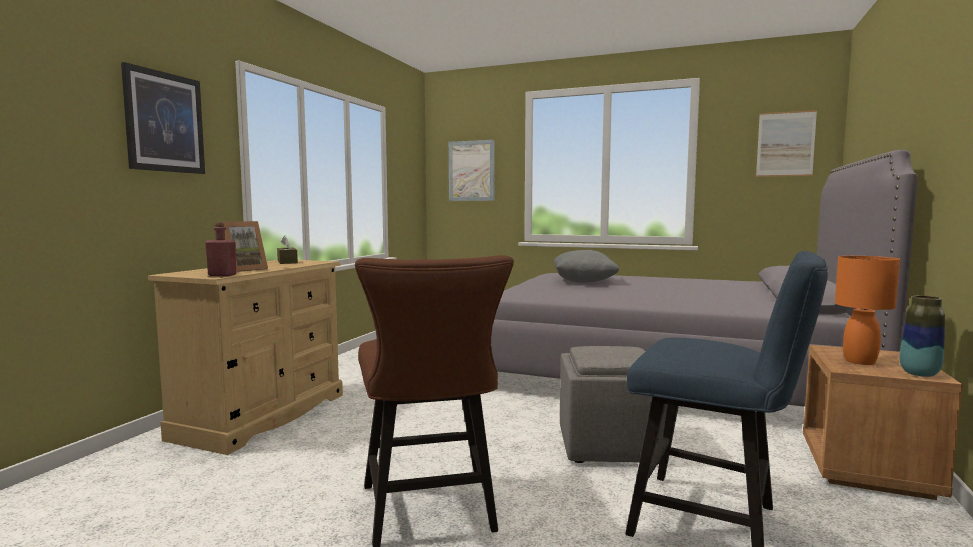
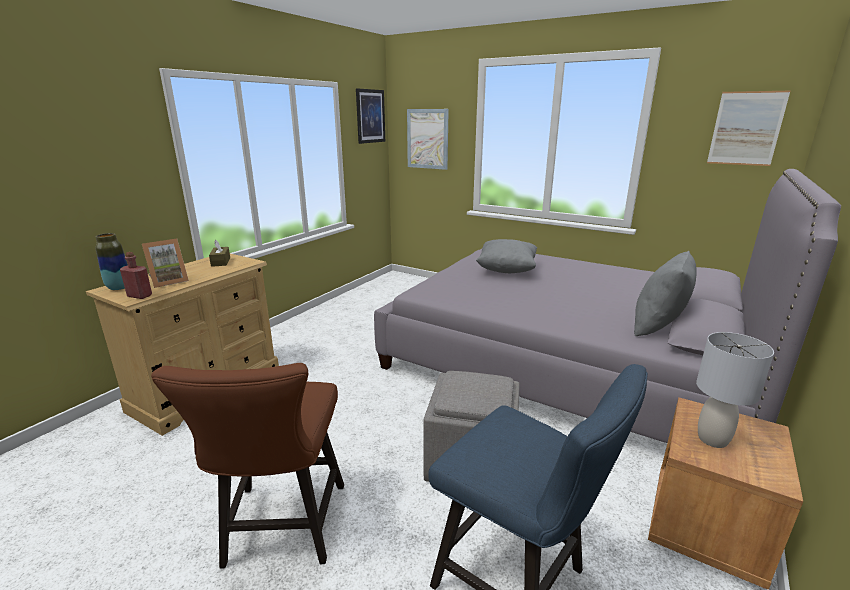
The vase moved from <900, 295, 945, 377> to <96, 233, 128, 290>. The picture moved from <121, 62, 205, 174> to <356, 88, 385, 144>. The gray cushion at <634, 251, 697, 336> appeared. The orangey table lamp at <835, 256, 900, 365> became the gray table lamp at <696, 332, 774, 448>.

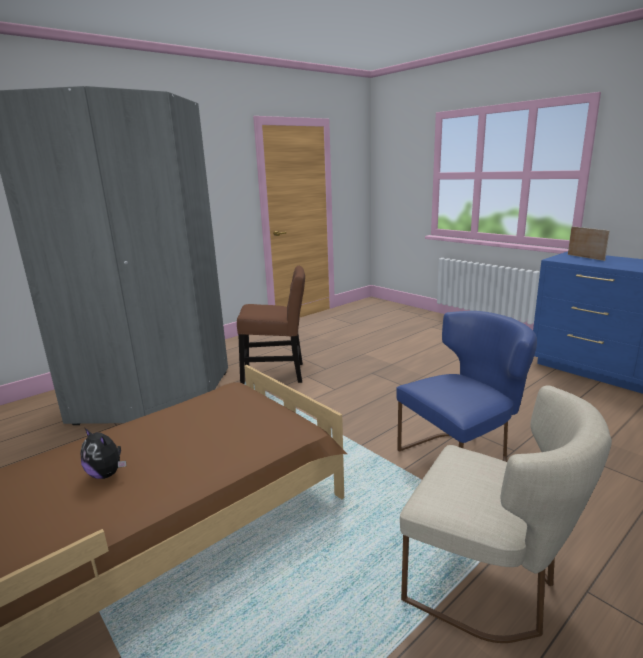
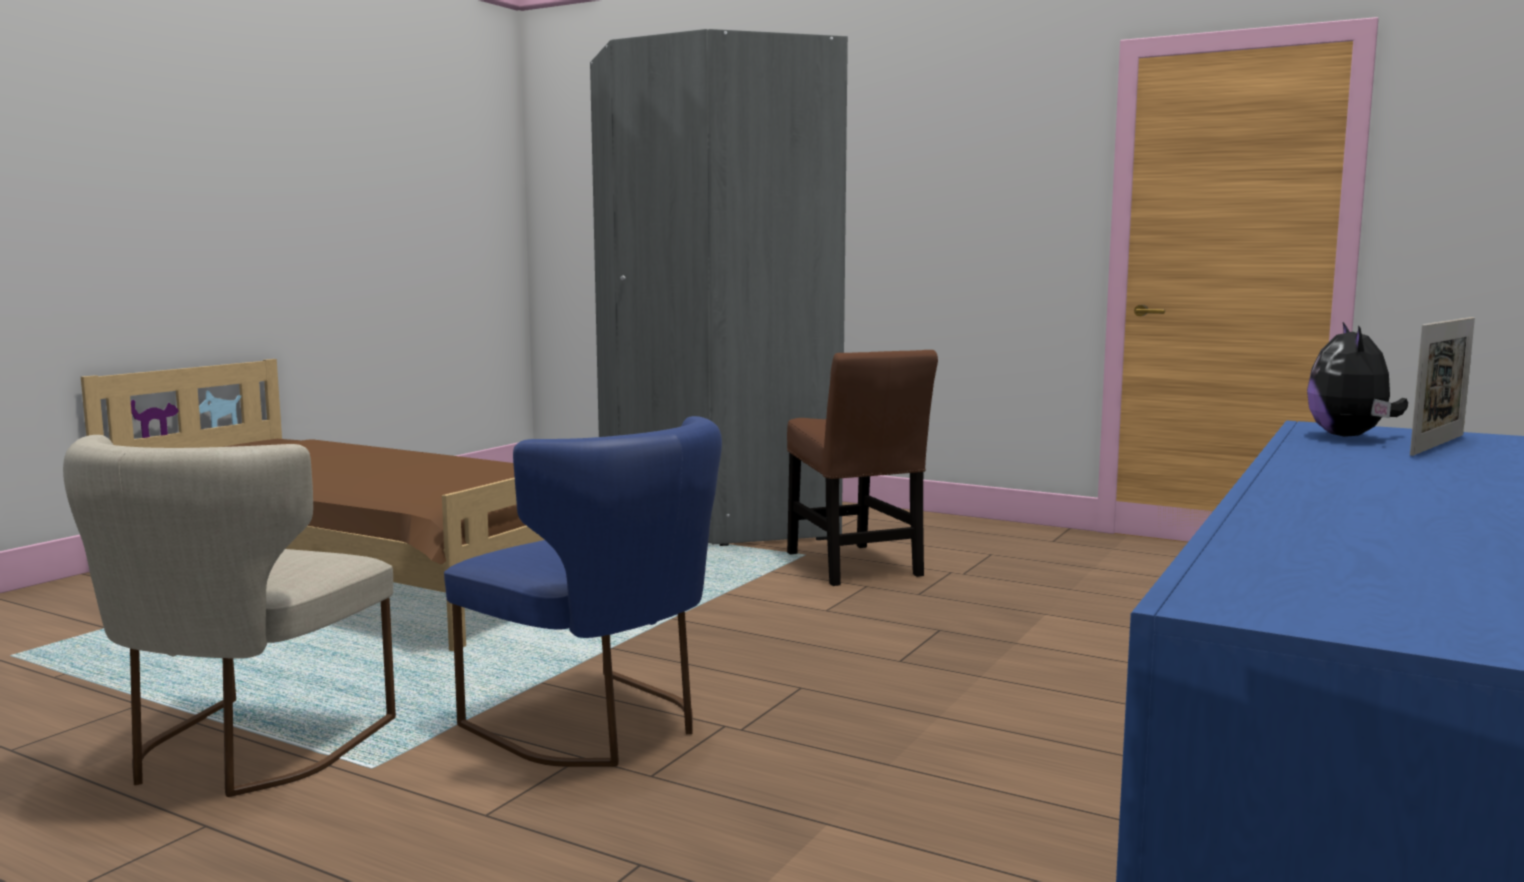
The cuddly toy moved from <81, 428, 126, 479> to <1307, 322, 1408, 437>.

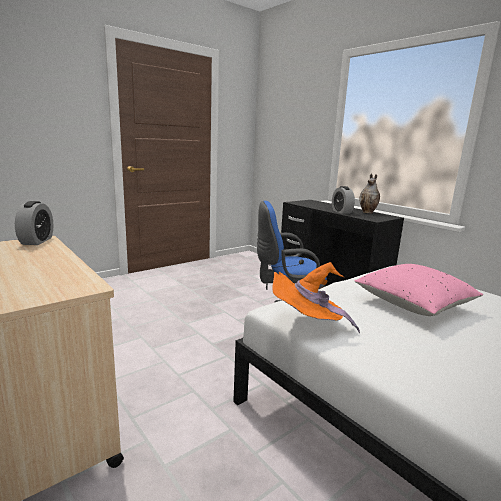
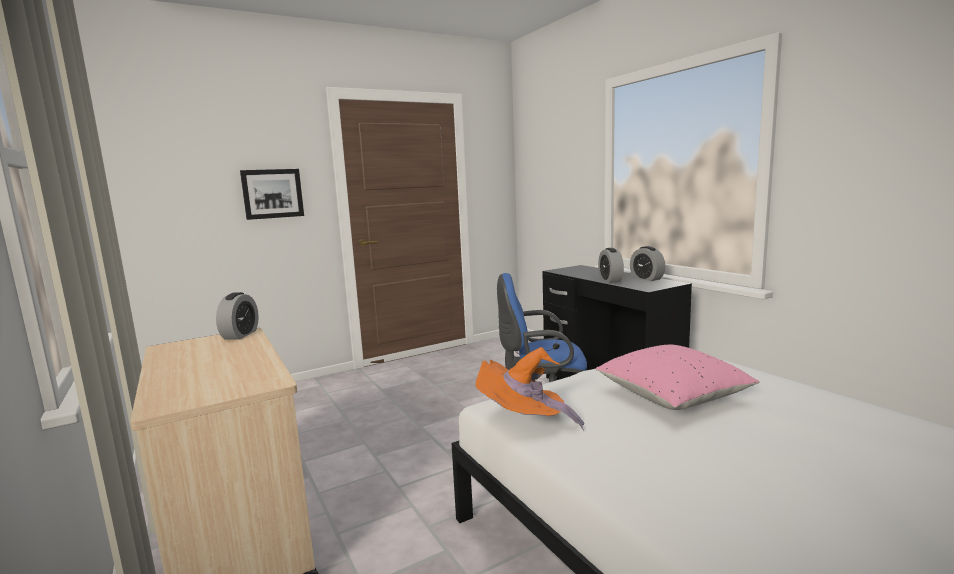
The picture at <240, 169, 304, 220> appeared. The vase at <359, 173, 380, 213> was replaced by the alarm clock at <630, 246, 665, 281>.

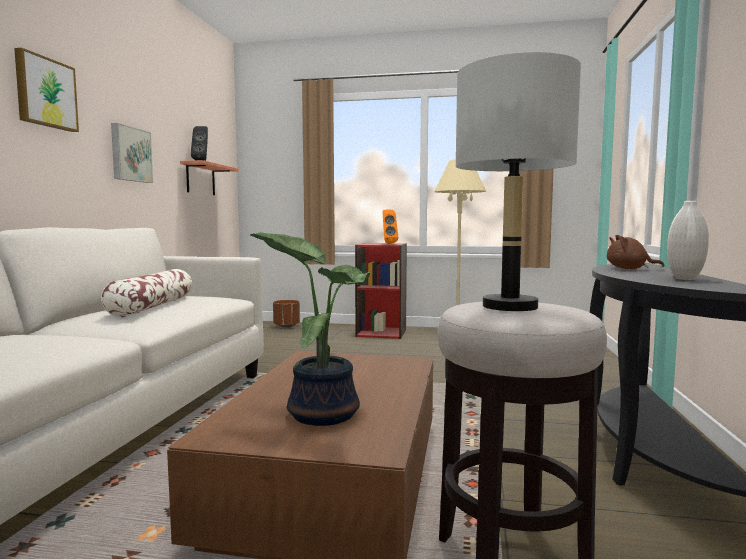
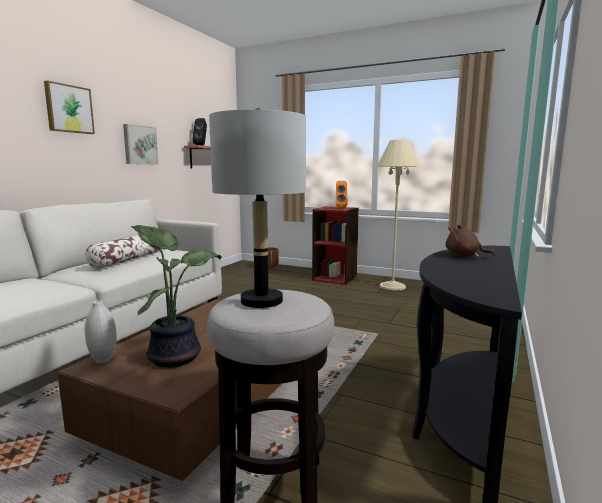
The white vase moved from <667, 201, 709, 280> to <85, 300, 117, 363>.

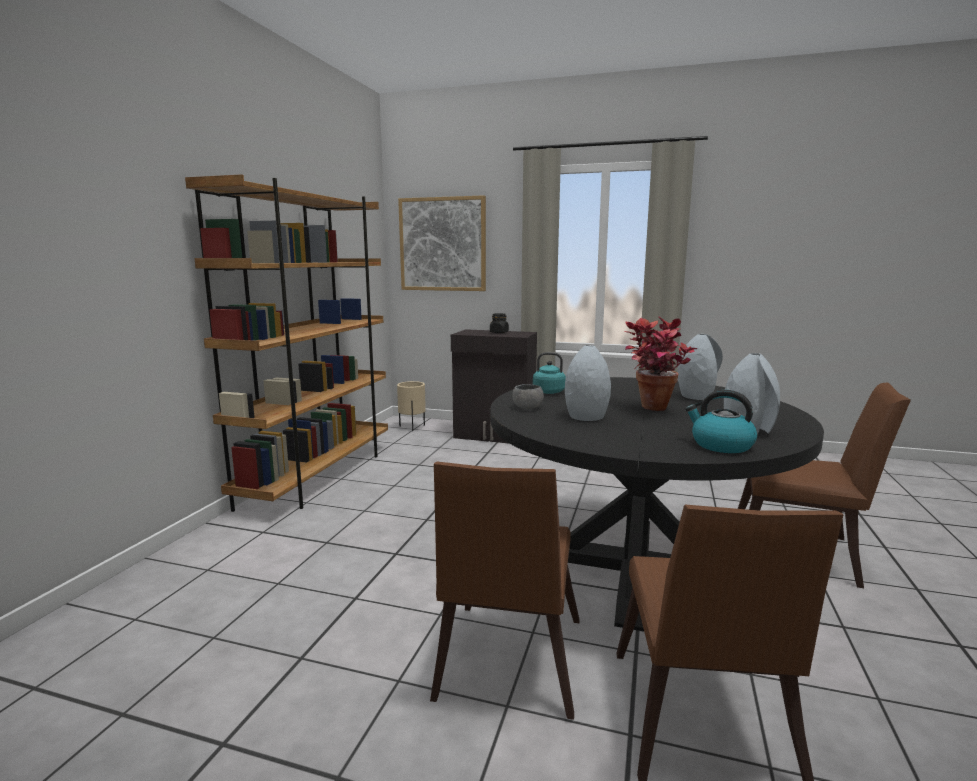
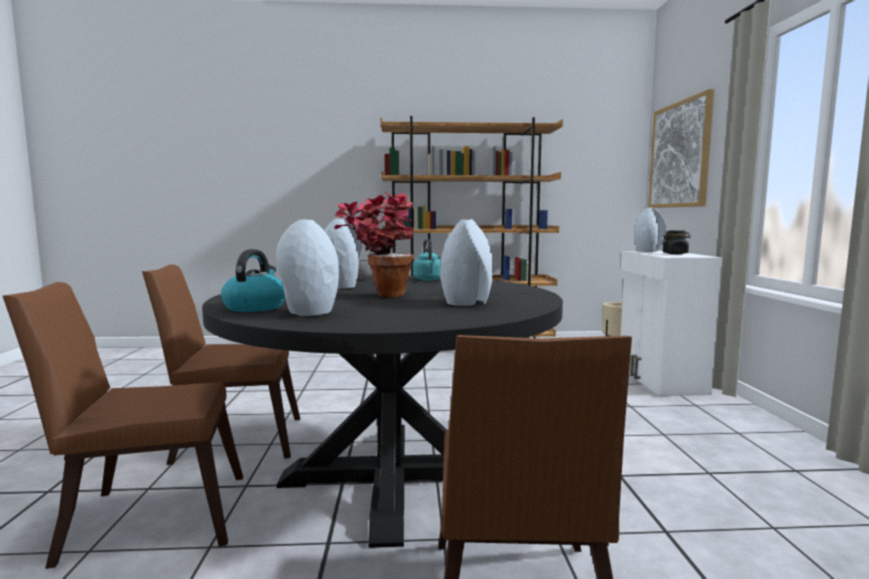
The blackish storage cabinet at <451, 329, 537, 443> became the white storage cabinet at <621, 251, 722, 396>. The gray vase at <634, 207, 666, 252> appeared.

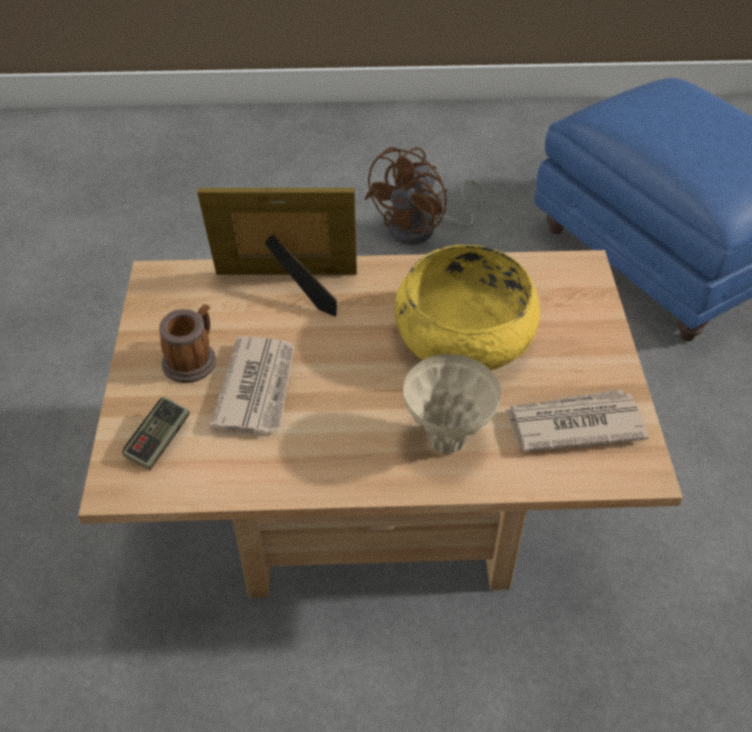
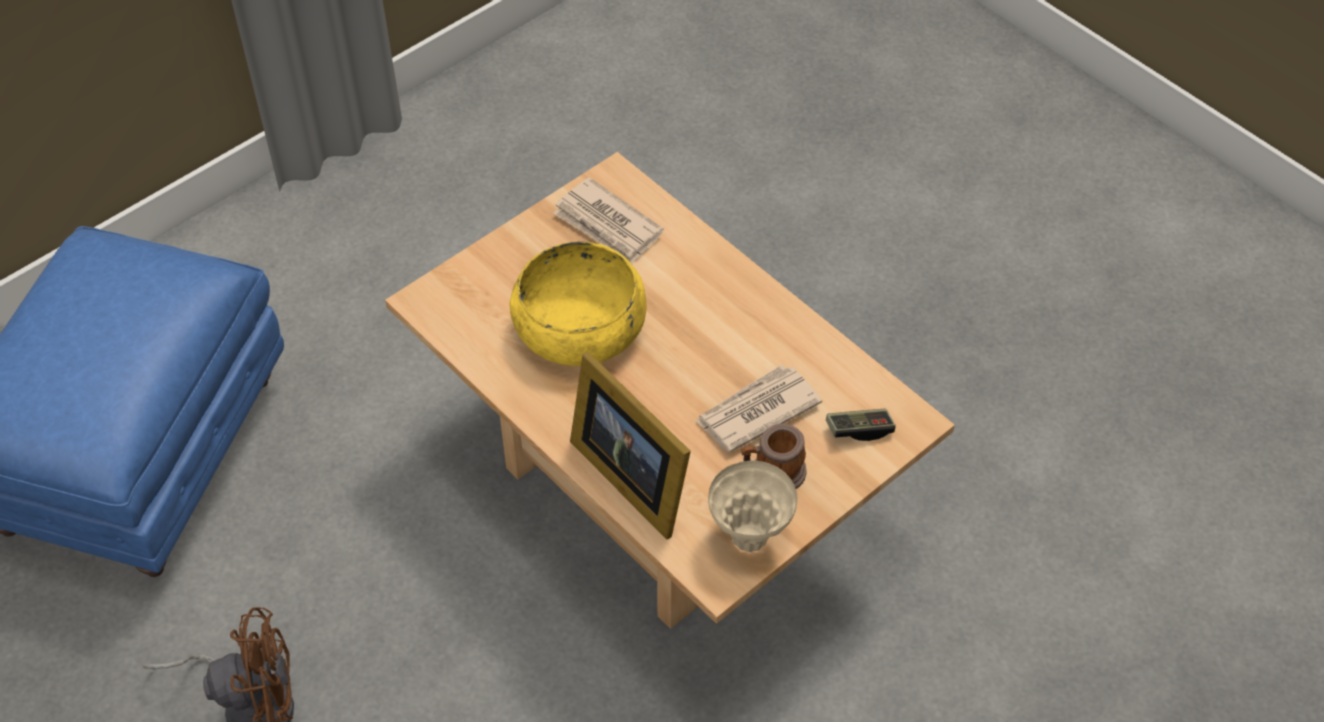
The beige-coloured vase moved from <403, 354, 501, 454> to <708, 460, 797, 552>.

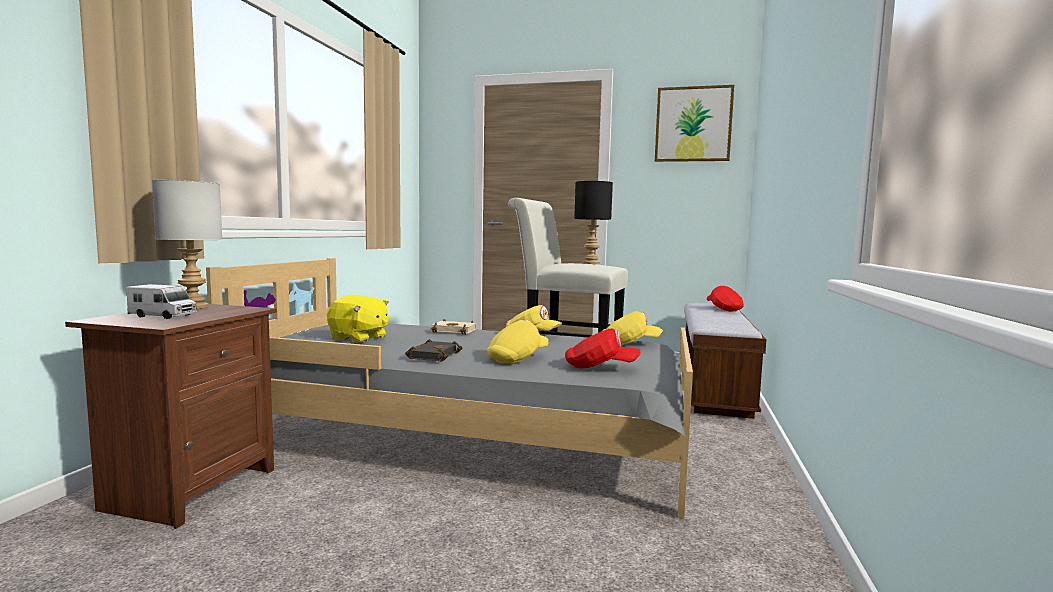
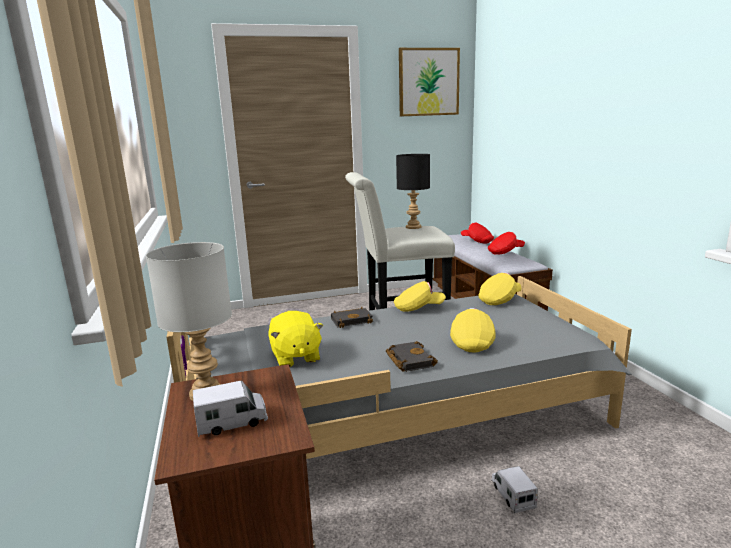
The yellowish cuddly toy at <327, 295, 389, 343> turned 75 degrees clockwise. The beige-coloured book at <431, 319, 476, 334> became the blackish book at <331, 307, 373, 328>. The reddish baseball cap moved from <565, 328, 641, 368> to <488, 232, 525, 255>. The toy lorry at <491, 466, 538, 513> appeared.

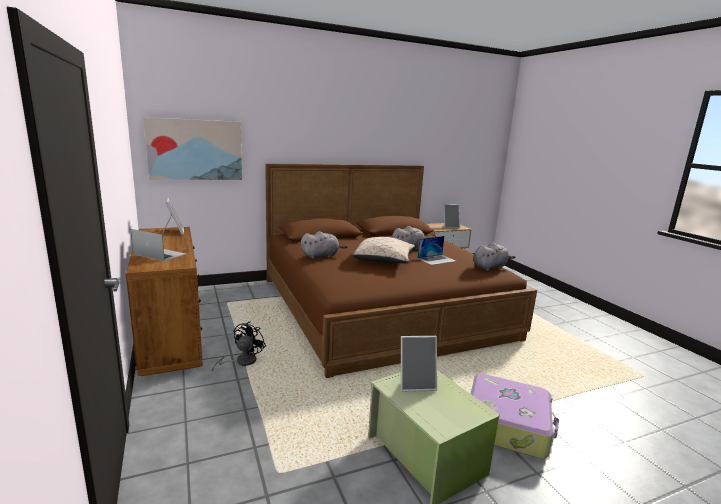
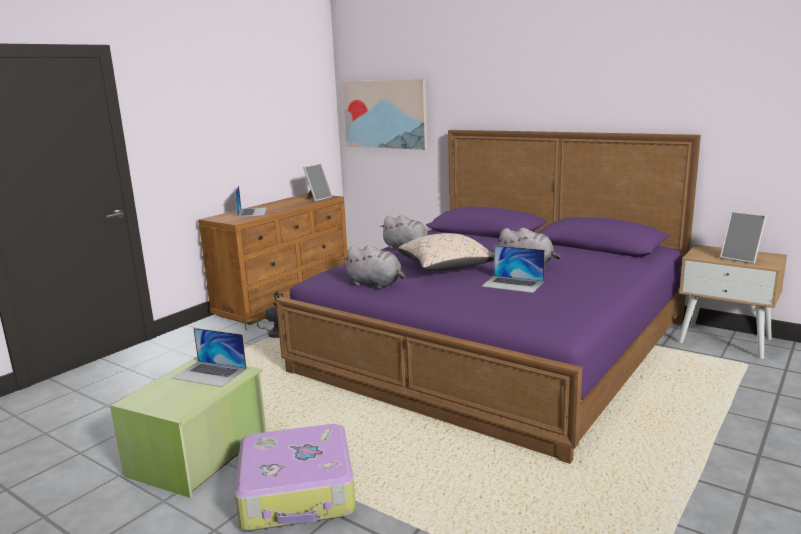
The standing frame at <401, 336, 437, 392> was replaced by the laptop at <172, 328, 247, 387>. The brownish bedroom bed at <265, 163, 537, 378> became the purplish bedroom bed at <276, 130, 701, 464>. The gray cuddly toy moved from <473, 243, 516, 271> to <343, 245, 405, 289>.

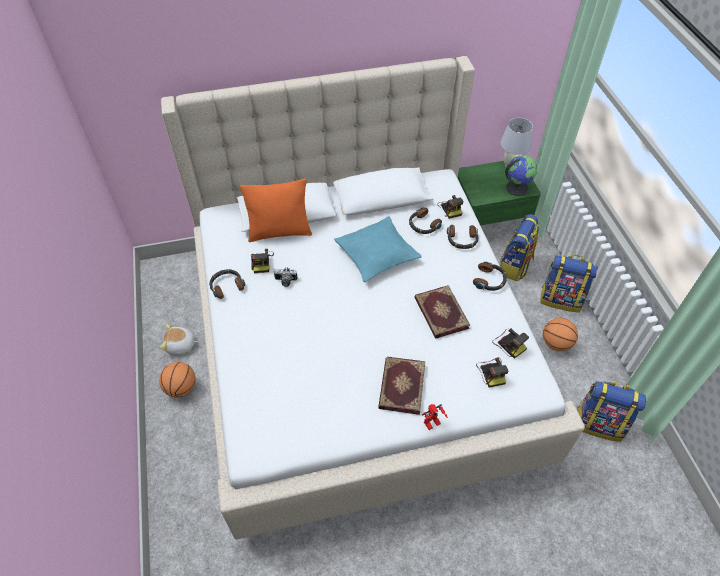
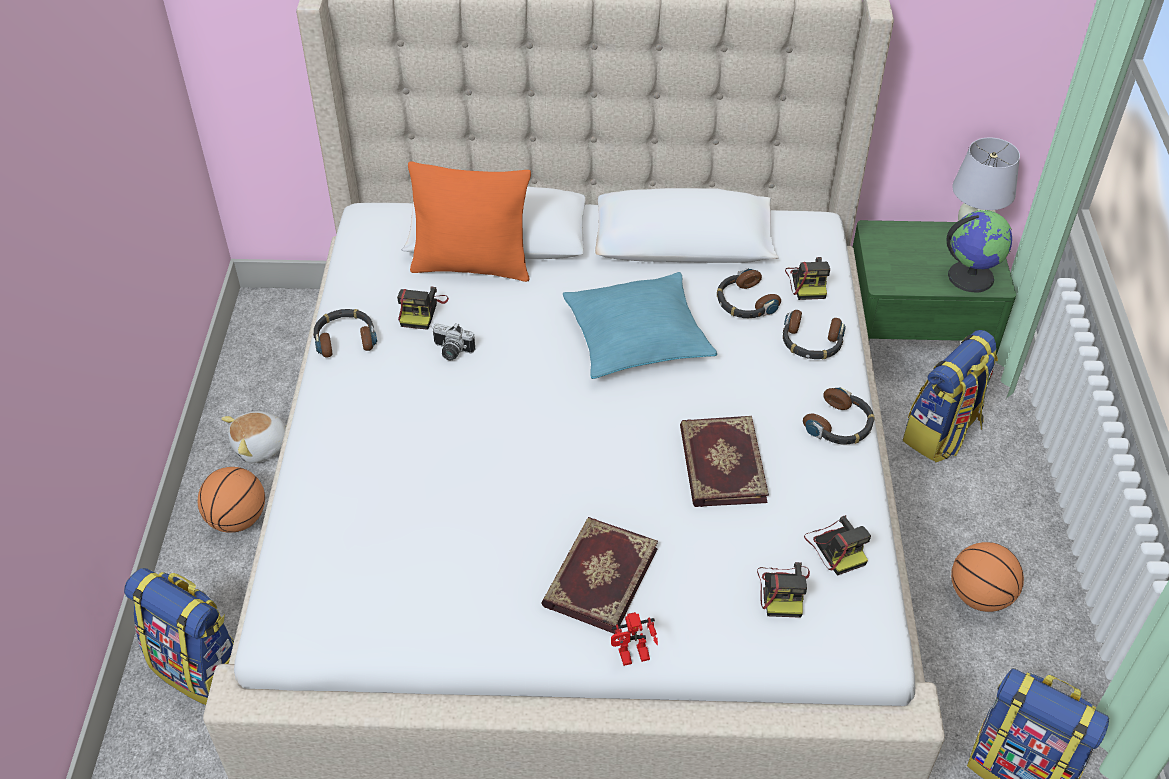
The rucksack moved from <540, 254, 598, 312> to <124, 568, 234, 705>. The cuddly toy at <160, 324, 198, 355> turned 45 degrees counterclockwise.

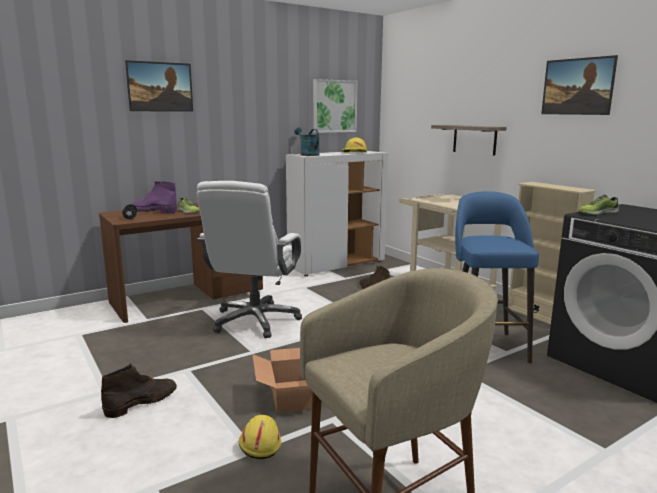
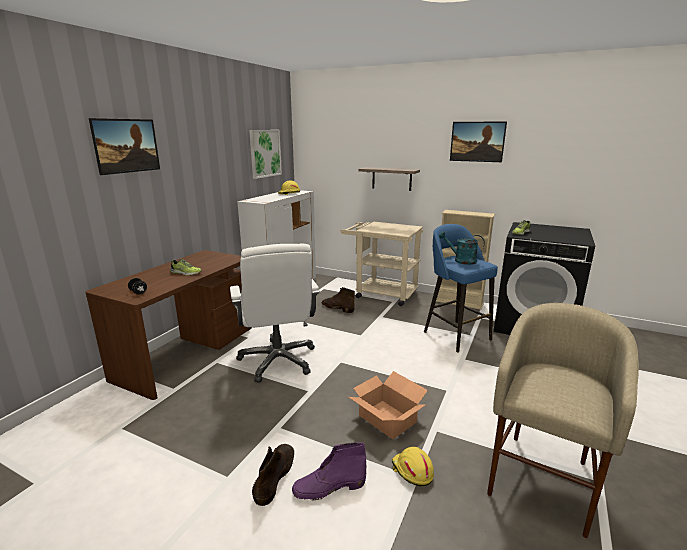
The purplish high-top boot moved from <131, 181, 177, 213> to <292, 442, 366, 501>. The turquoise watering can moved from <294, 127, 320, 156> to <439, 231, 485, 265>.

